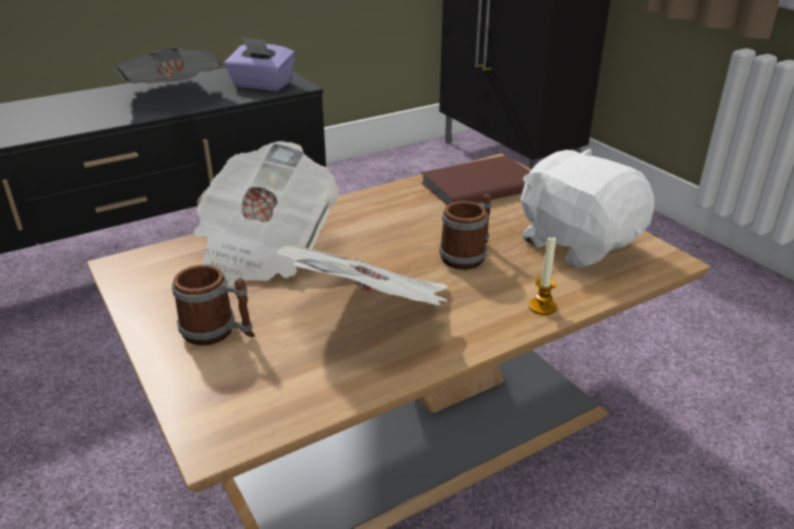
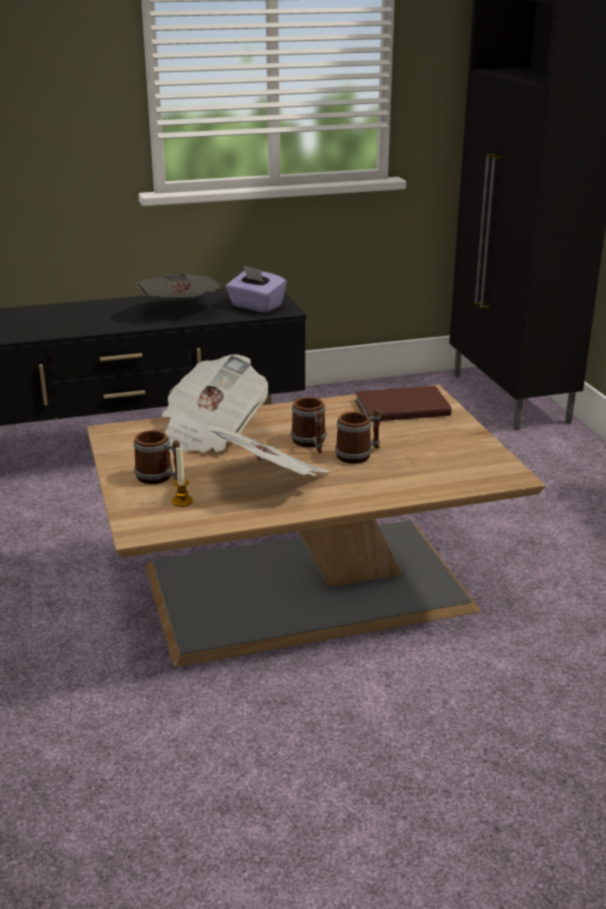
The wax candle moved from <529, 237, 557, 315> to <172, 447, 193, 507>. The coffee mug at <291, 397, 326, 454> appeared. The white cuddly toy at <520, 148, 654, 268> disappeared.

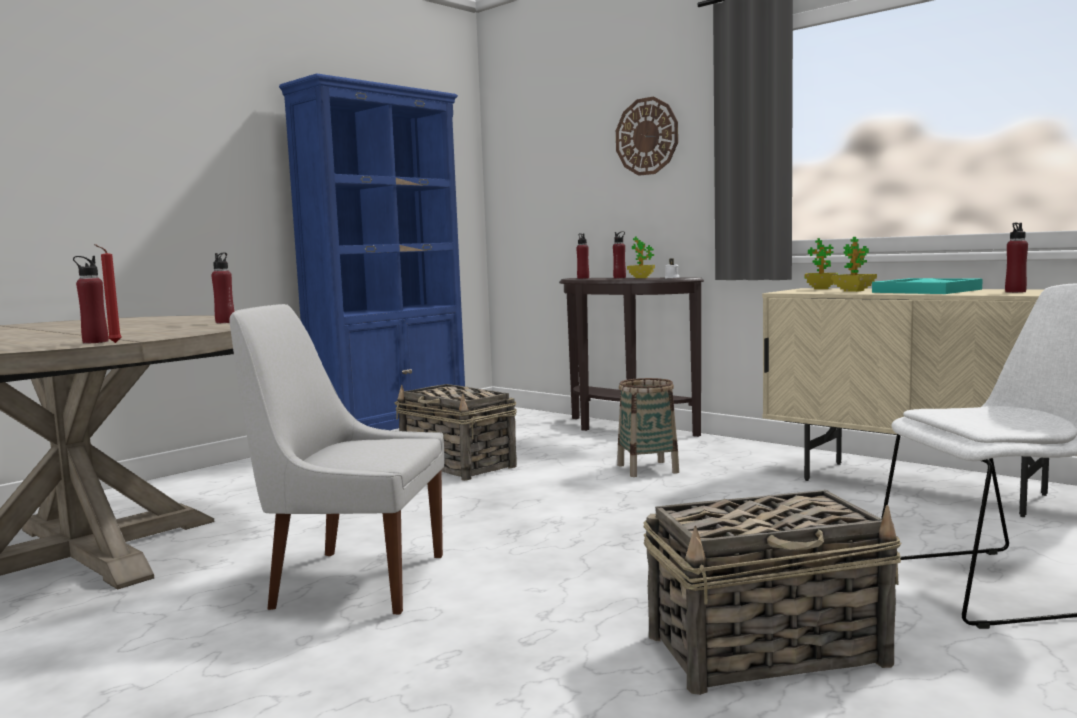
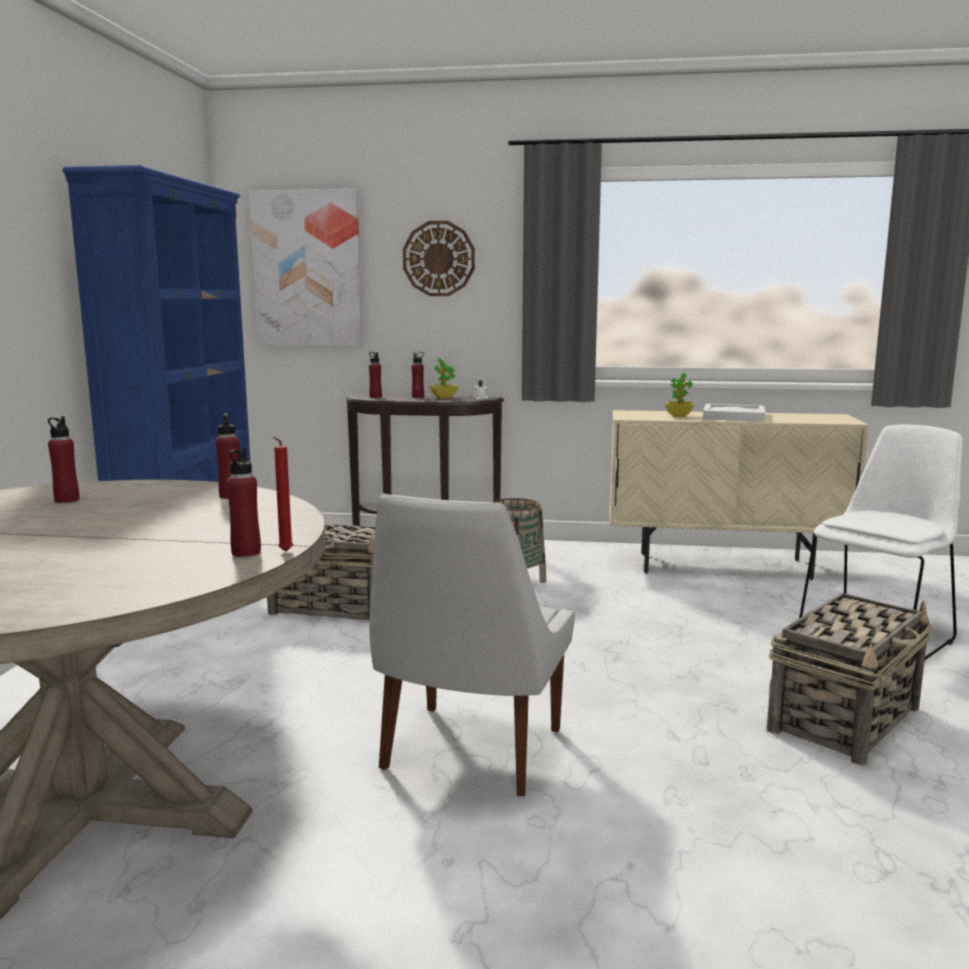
The reddish beverage bottle moved from <1005, 223, 1028, 293> to <48, 416, 79, 503>. The picture at <249, 189, 362, 347> appeared. The white plain chair at <229, 304, 444, 615> turned 45 degrees counterclockwise. The turquoise carrying tray at <872, 278, 983, 294> became the white carrying tray at <703, 404, 766, 422>. The potted plant at <805, 238, 838, 289> disappeared.

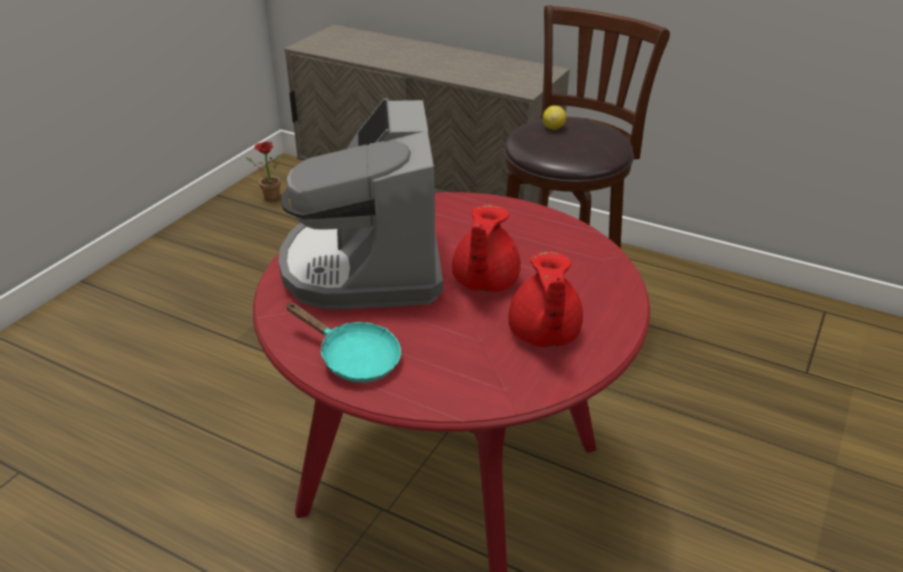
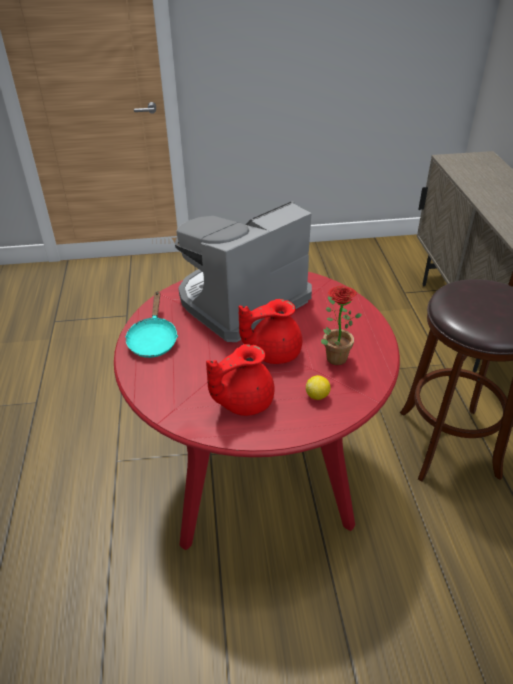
The whole lemon moved from <543, 106, 566, 130> to <306, 375, 331, 400>. The potted plant moved from <246, 142, 281, 201> to <321, 286, 362, 365>.

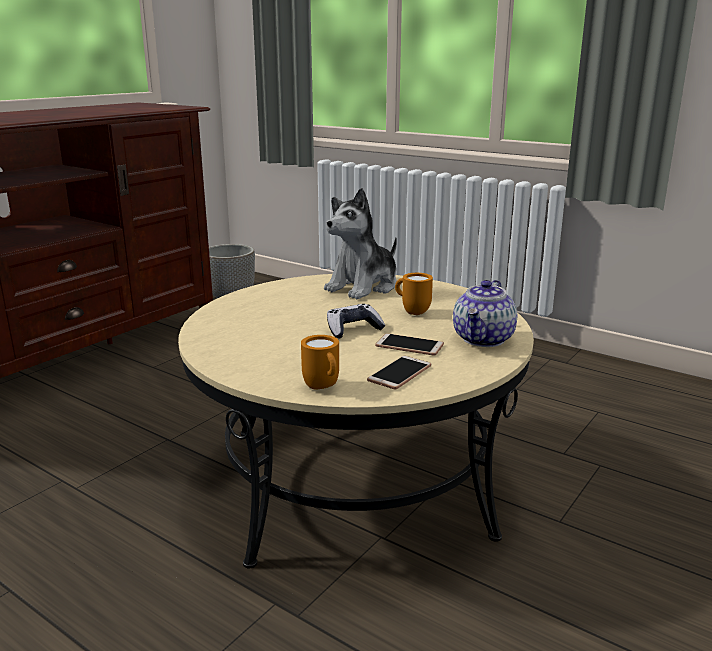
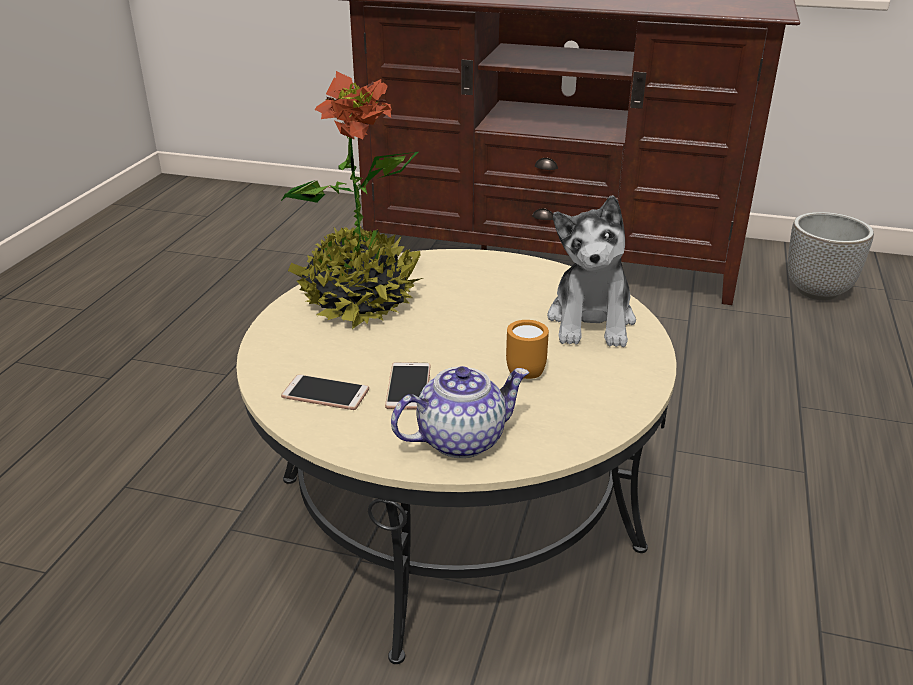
The potted plant at <281, 71, 423, 329> appeared. The pot for tea at <453, 280, 517, 347> turned 150 degrees clockwise. The cuddly toy at <324, 188, 397, 299> turned 105 degrees counterclockwise. The orangey coffee mug at <301, 335, 339, 389> disappeared. The gamepad at <327, 304, 385, 338> disappeared.

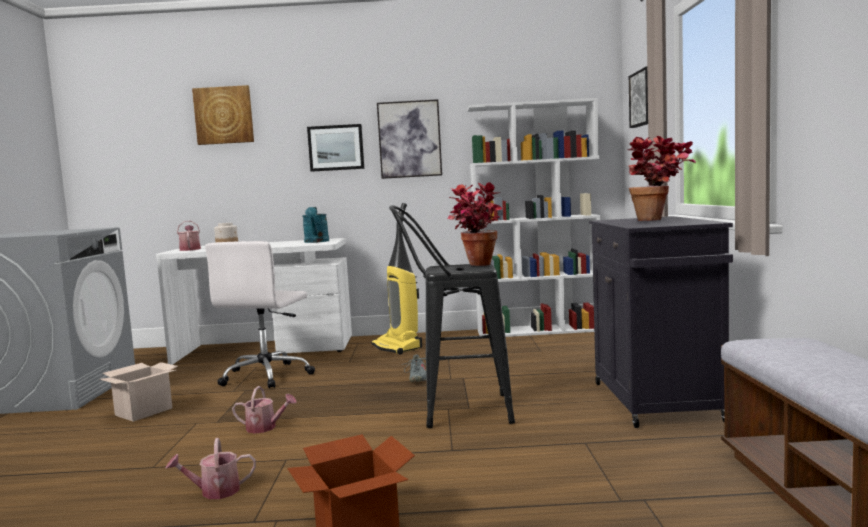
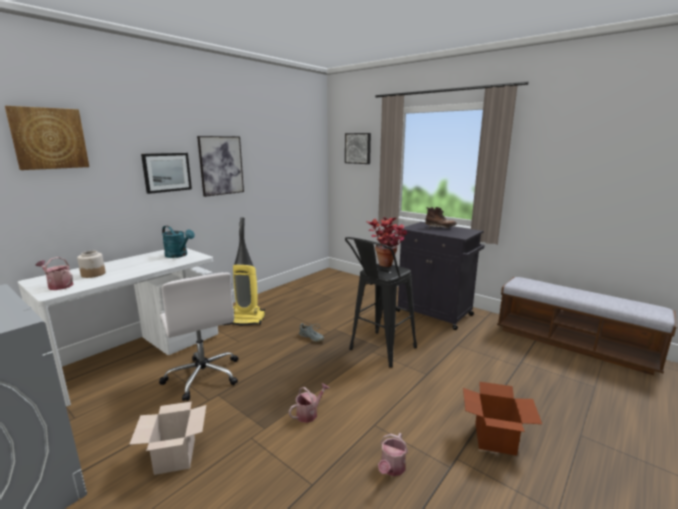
The potted plant at <628, 135, 696, 221> was replaced by the brownish high-top boot at <425, 207, 457, 228>. The white bookcase at <467, 98, 601, 337> disappeared.

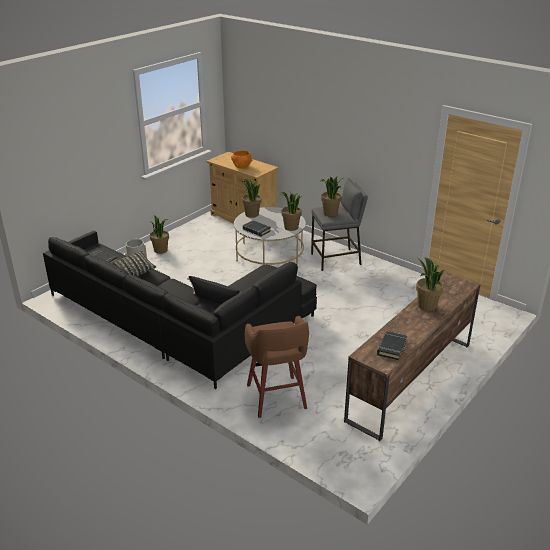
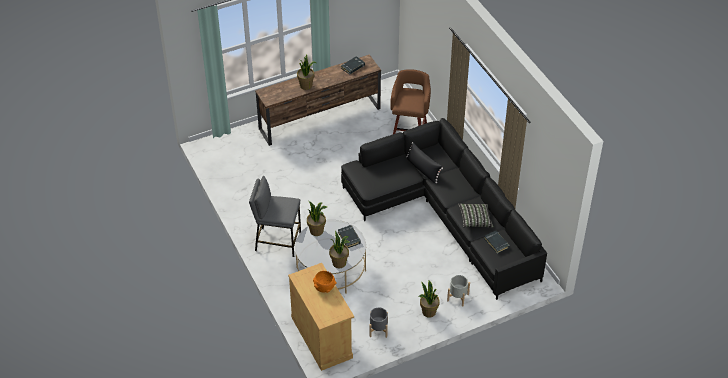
The gray plant pot at <369, 308, 388, 338> appeared. The potted plant at <320, 177, 343, 216> disappeared.

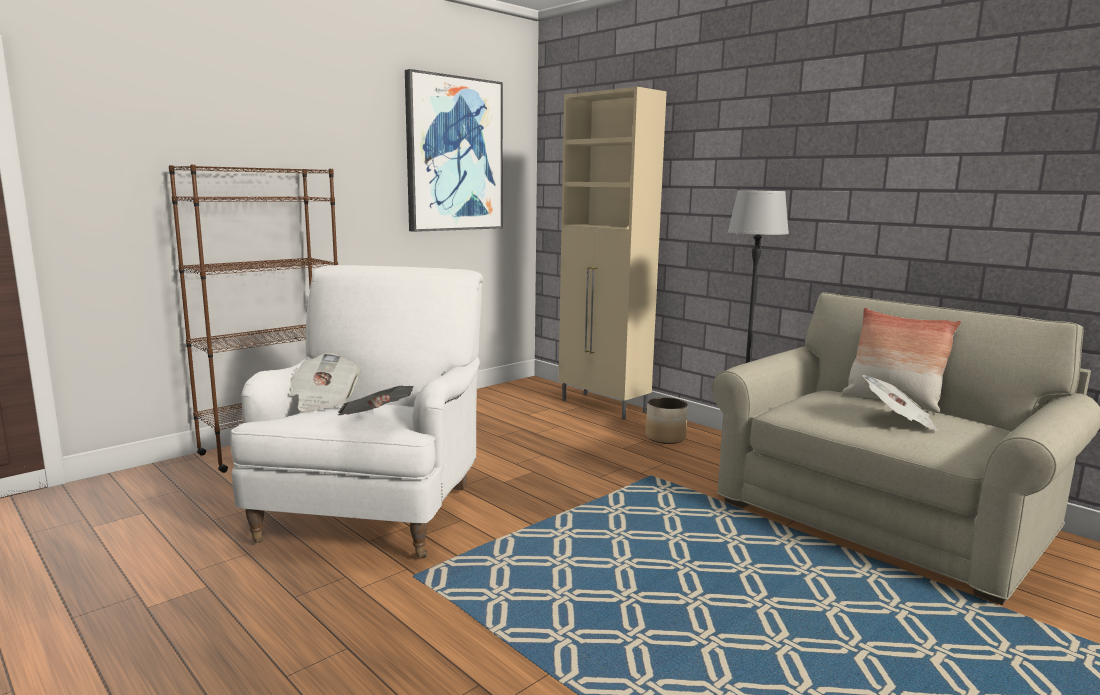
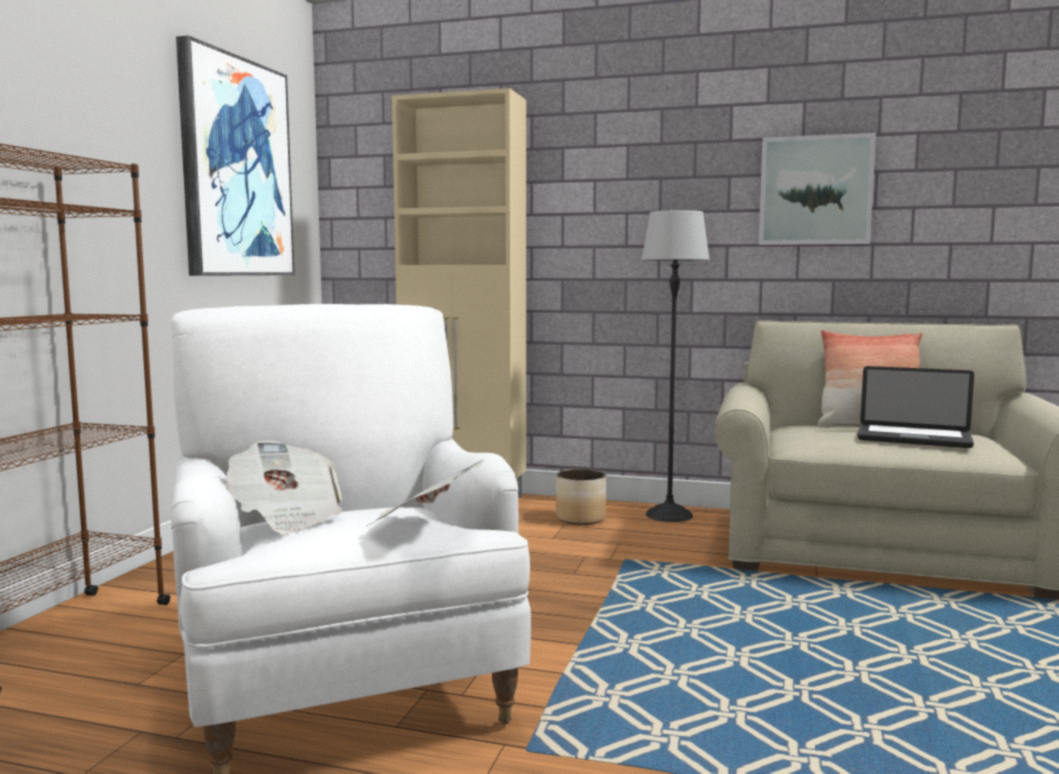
The picture at <759, 133, 876, 245> appeared. The newspaper at <863, 375, 938, 431> was replaced by the laptop at <858, 366, 974, 448>.

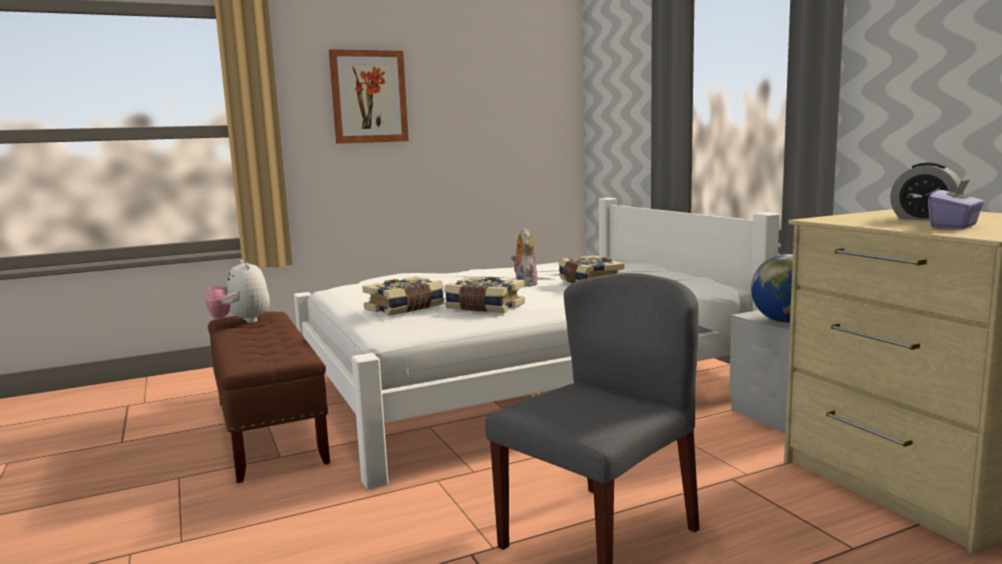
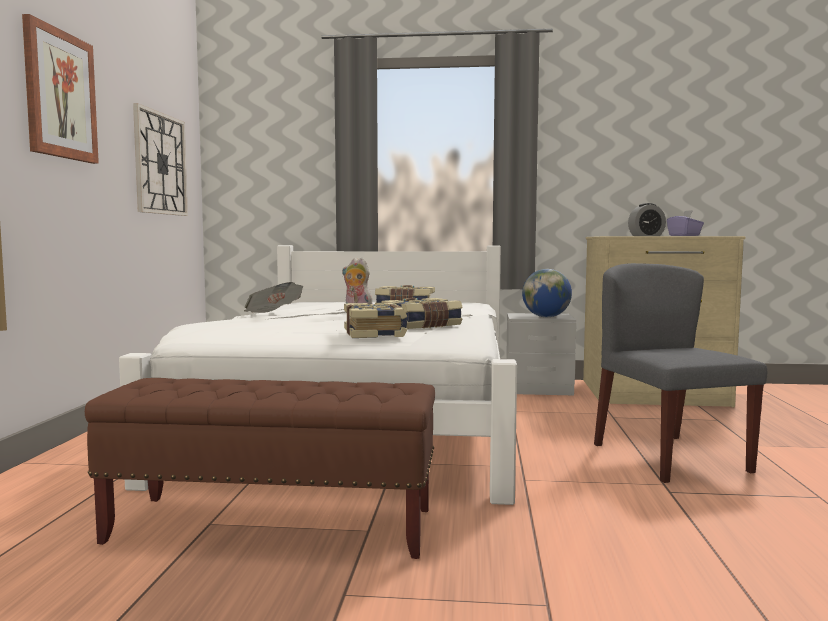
The clock on the wall at <133, 103, 188, 216> appeared. The newspaper at <244, 282, 303, 313> appeared. The cuddly toy at <205, 260, 270, 323> disappeared.

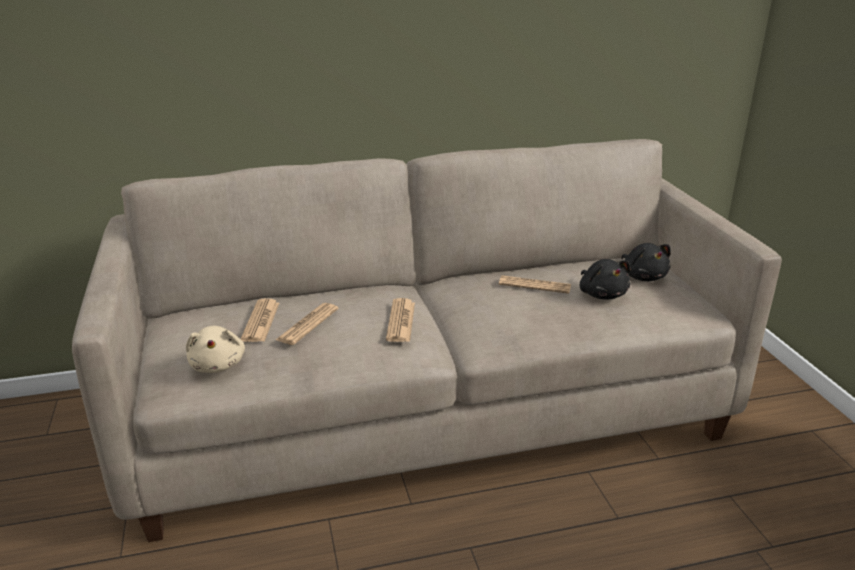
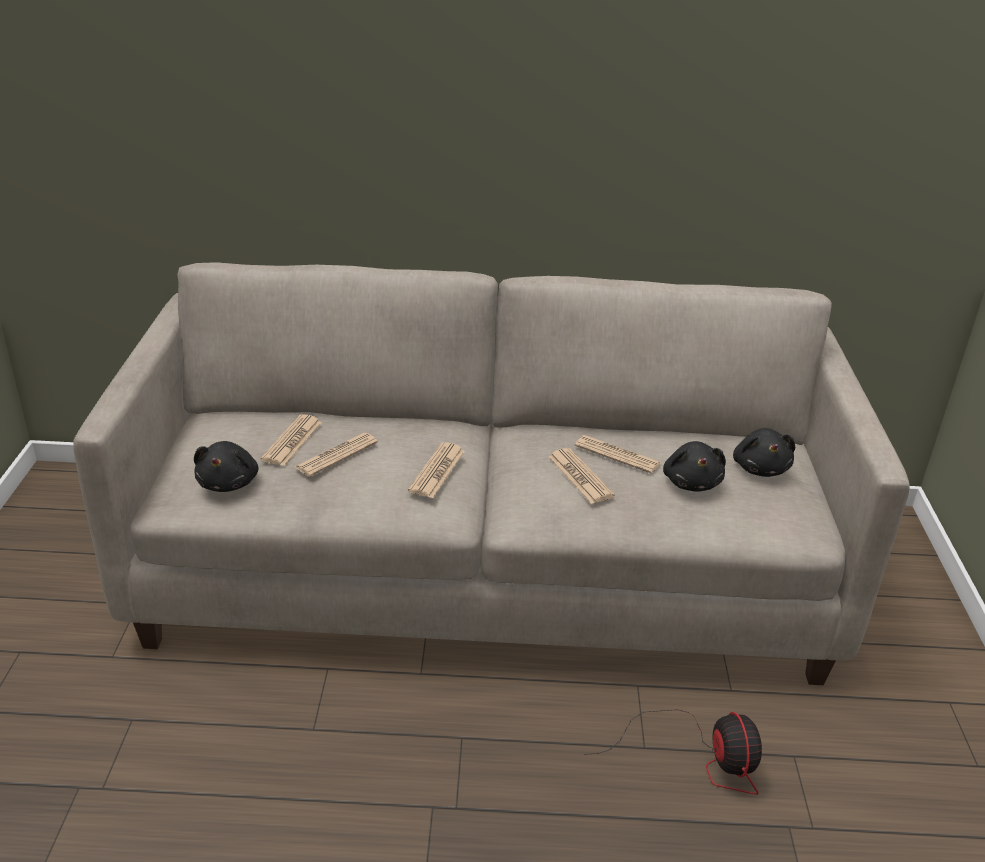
The beige-coloured cuddly toy at <186, 326, 245, 373> became the blackish cuddly toy at <194, 441, 259, 492>. The newspaper at <549, 448, 615, 504> appeared. The electric fan at <584, 709, 762, 795> appeared.

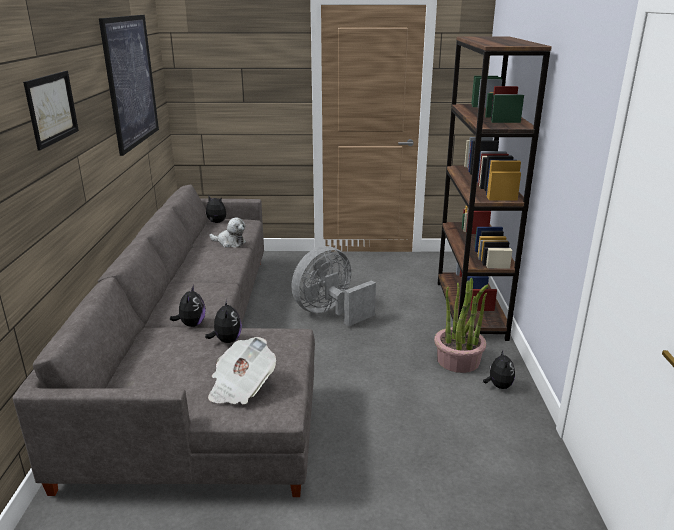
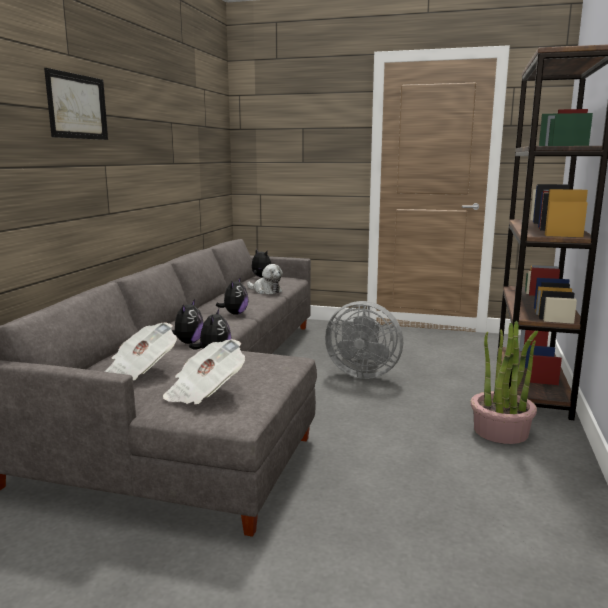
The newspaper at <104, 322, 177, 380> appeared. The cuddly toy moved from <483, 349, 515, 389> to <216, 277, 249, 315>. The gray electric fan at <291, 246, 376, 326> turned 135 degrees counterclockwise. The picture at <99, 15, 159, 156> disappeared.

